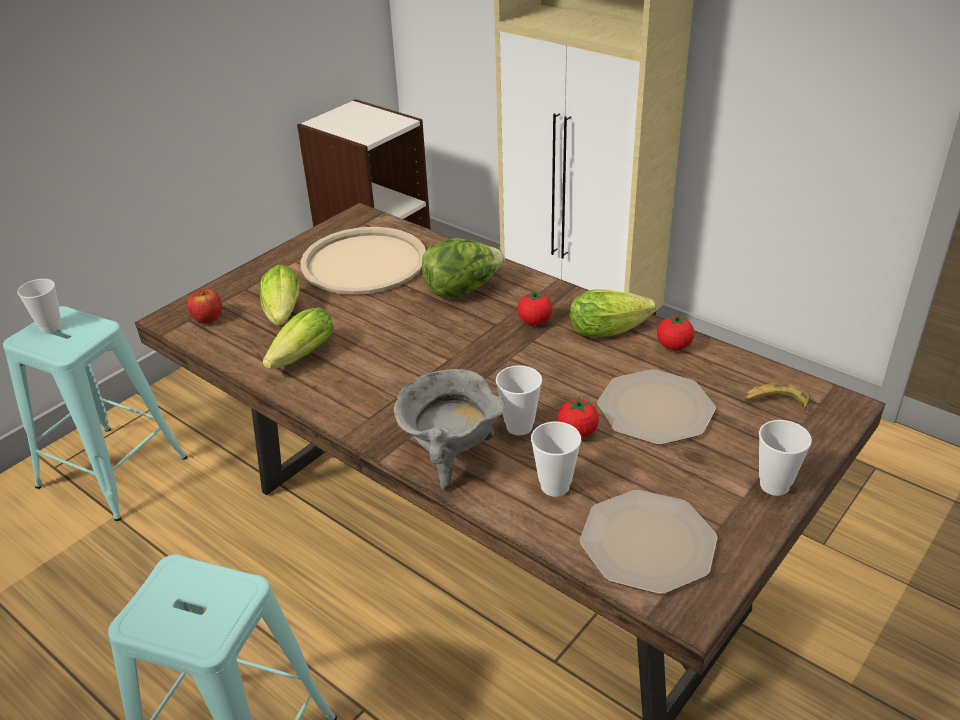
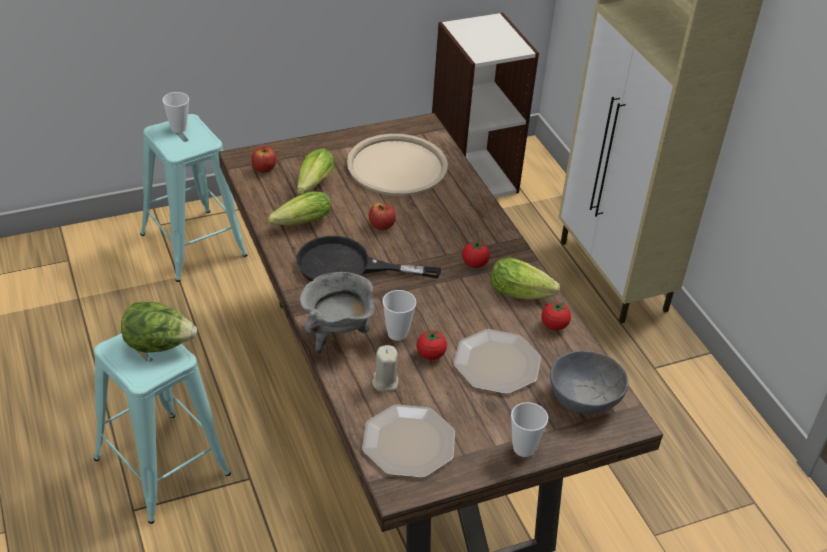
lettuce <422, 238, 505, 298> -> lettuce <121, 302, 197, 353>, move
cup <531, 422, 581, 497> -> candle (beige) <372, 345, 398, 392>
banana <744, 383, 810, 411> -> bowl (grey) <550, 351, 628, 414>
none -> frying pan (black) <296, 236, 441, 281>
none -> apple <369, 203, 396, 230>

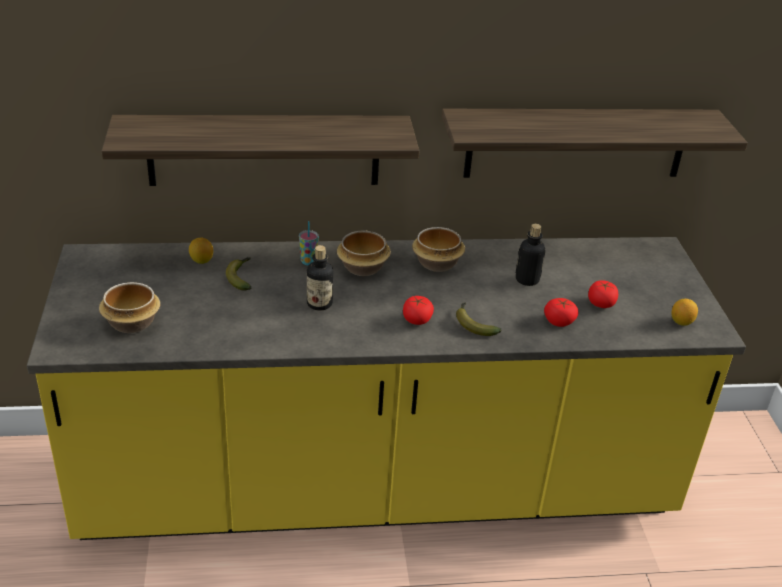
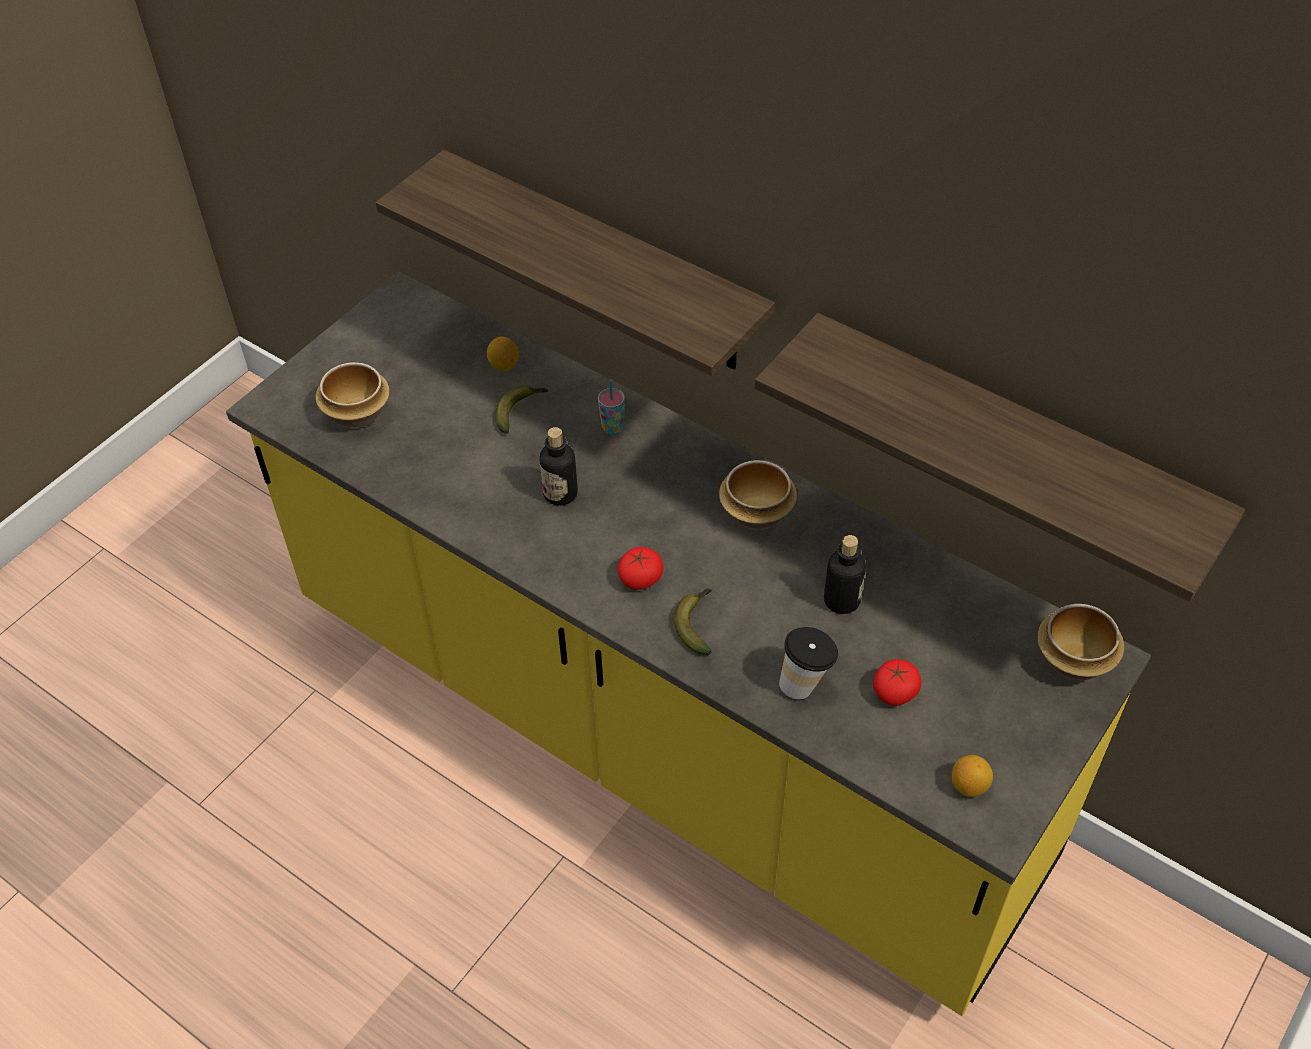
bowl <337, 231, 391, 276> -> bowl <1037, 604, 1124, 680>, move
tomato <544, 298, 578, 327> -> cup <779, 627, 838, 699>

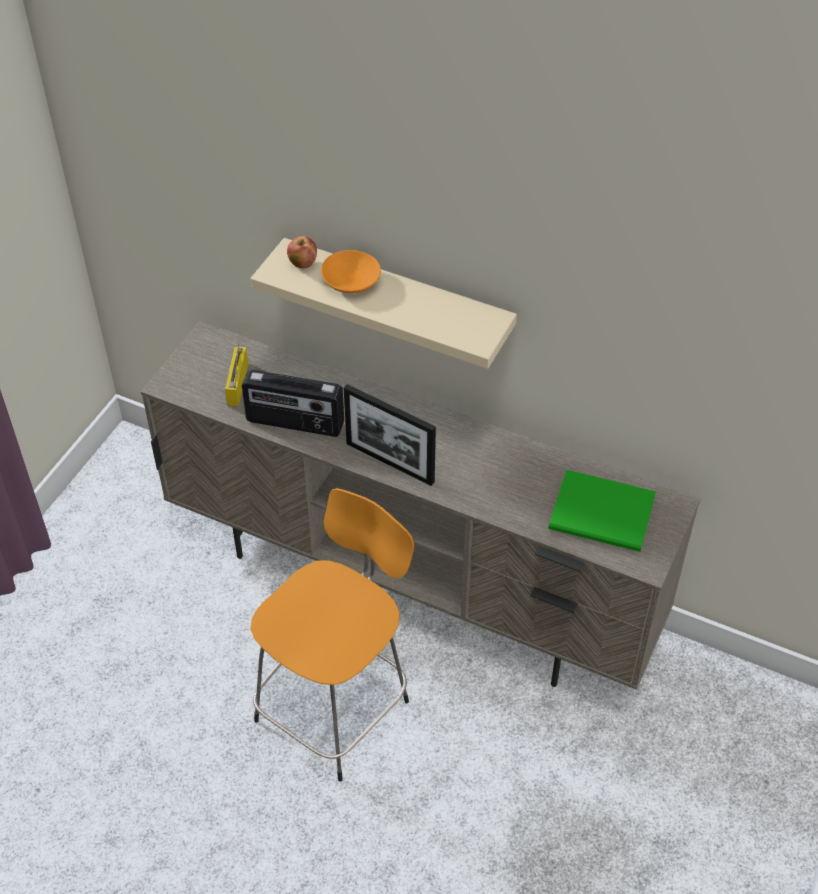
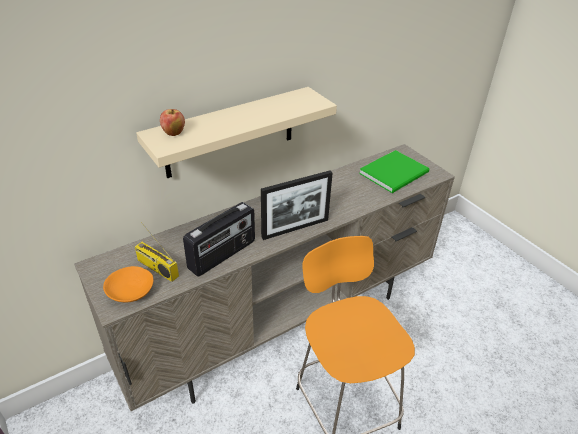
bowl (orange) <321, 250, 381, 293> -> bowl (orange) <103, 266, 153, 302>, move

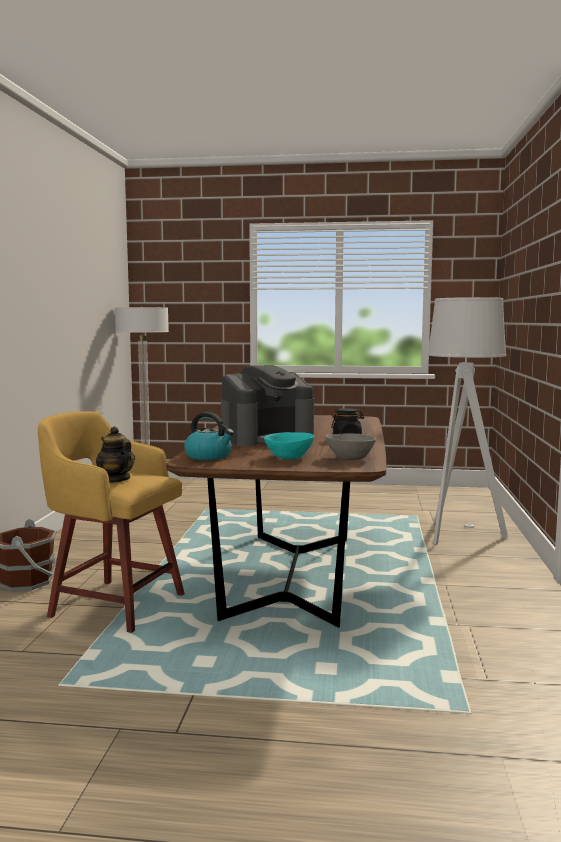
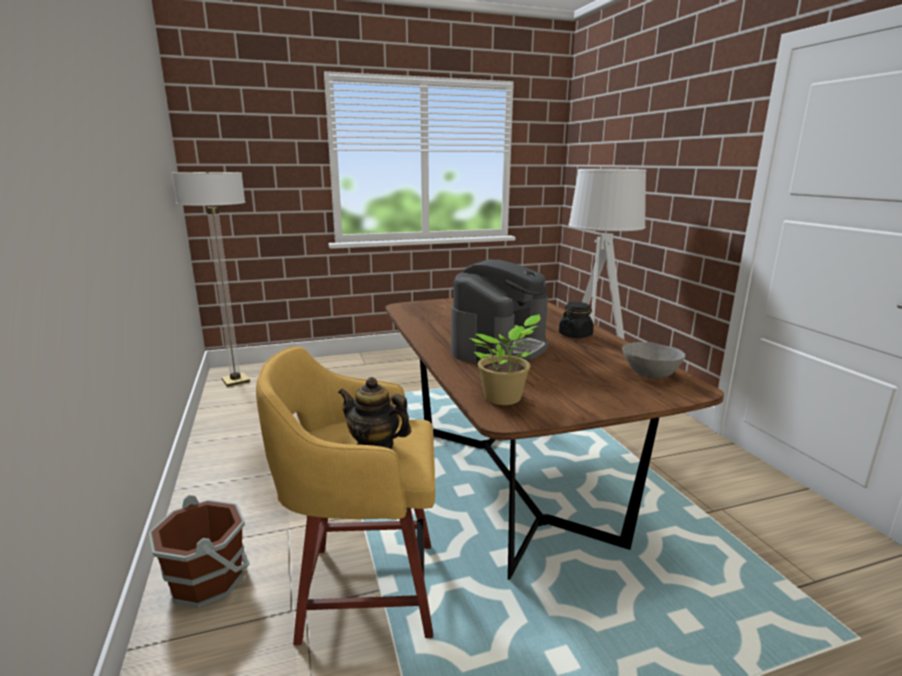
kettle <184, 412, 234, 460> -> potted plant <470, 314, 540, 405>
bowl (turquoise) <264, 432, 314, 459> -> none

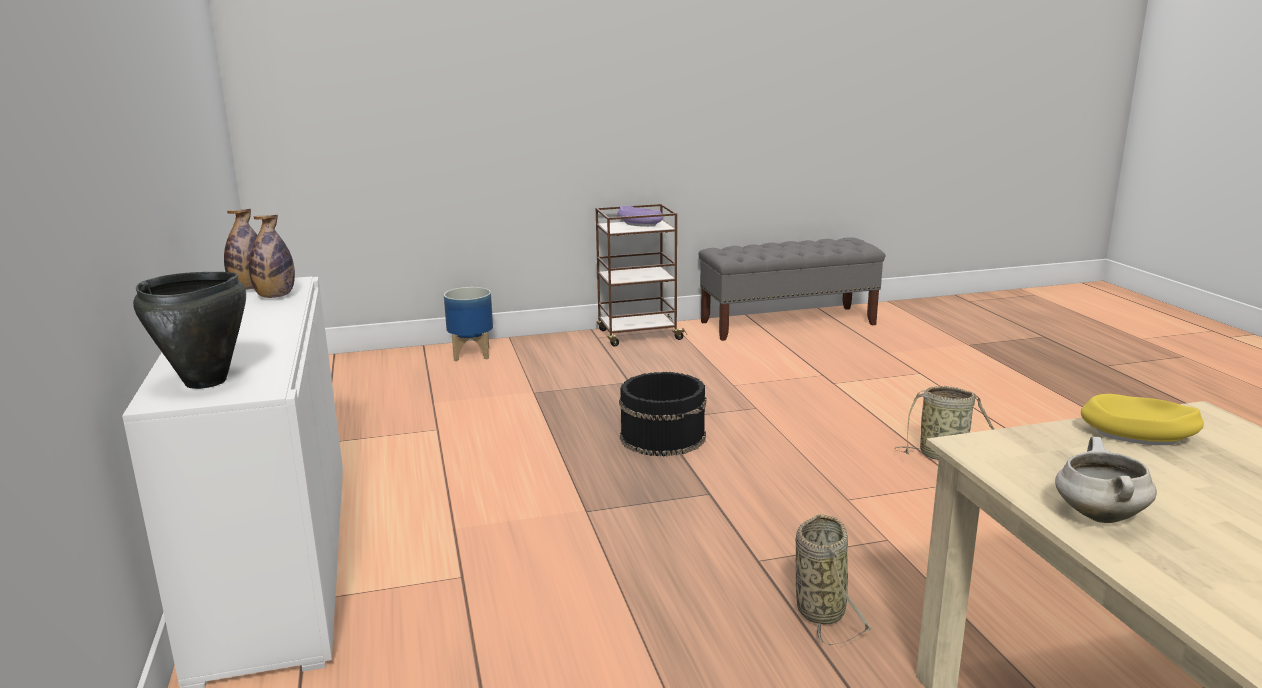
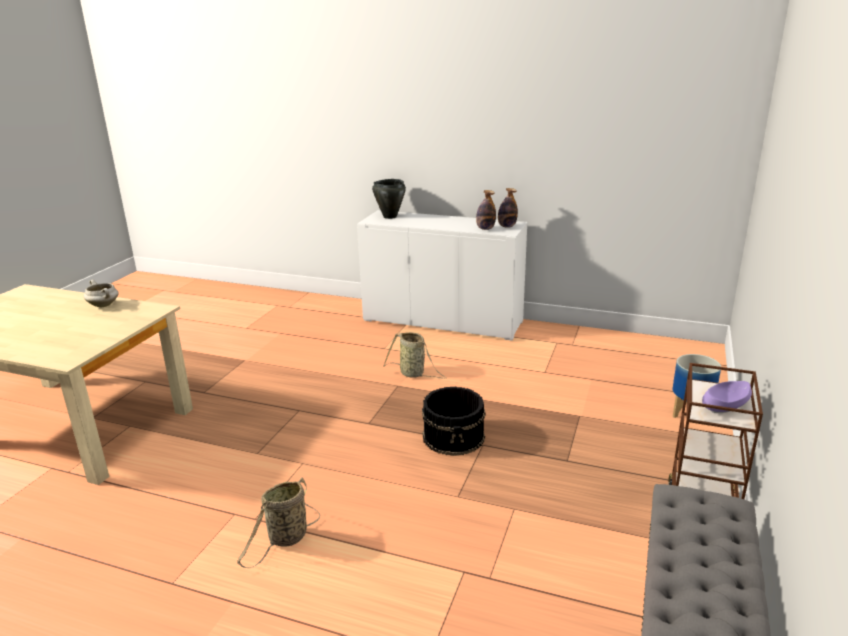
basket <795, 514, 873, 645> -> basket <383, 332, 447, 379>, move
bowl (yellow) <1081, 394, 1204, 445> -> none

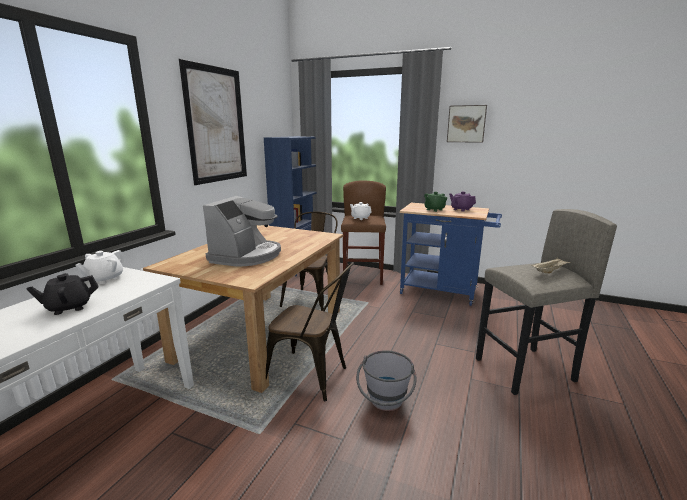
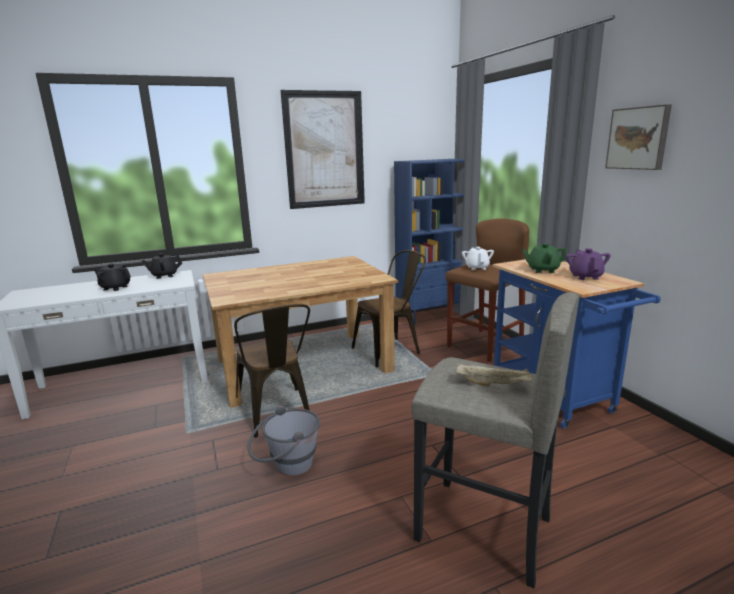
teapot (white) <75, 250, 125, 284> -> teapot (black) <142, 253, 182, 279>
coffee machine <203, 196, 281, 266> -> none

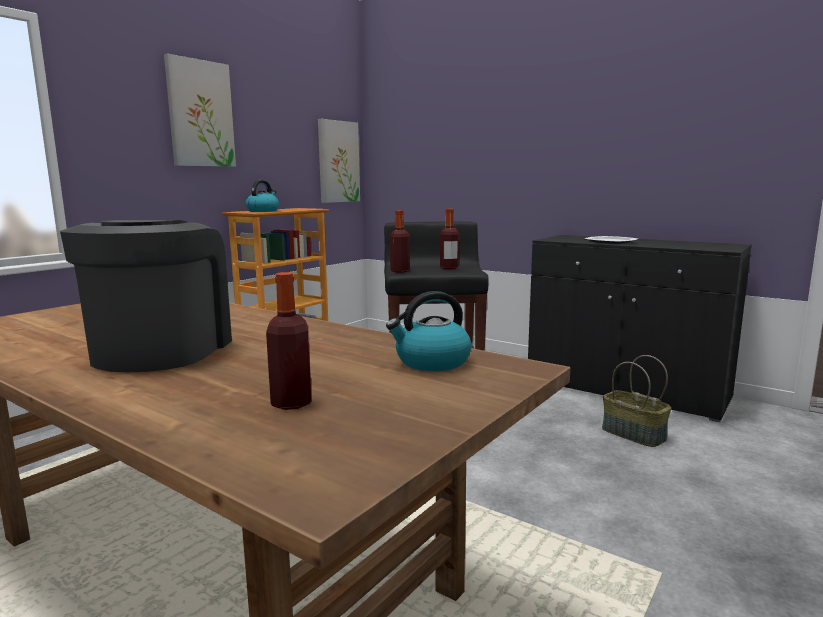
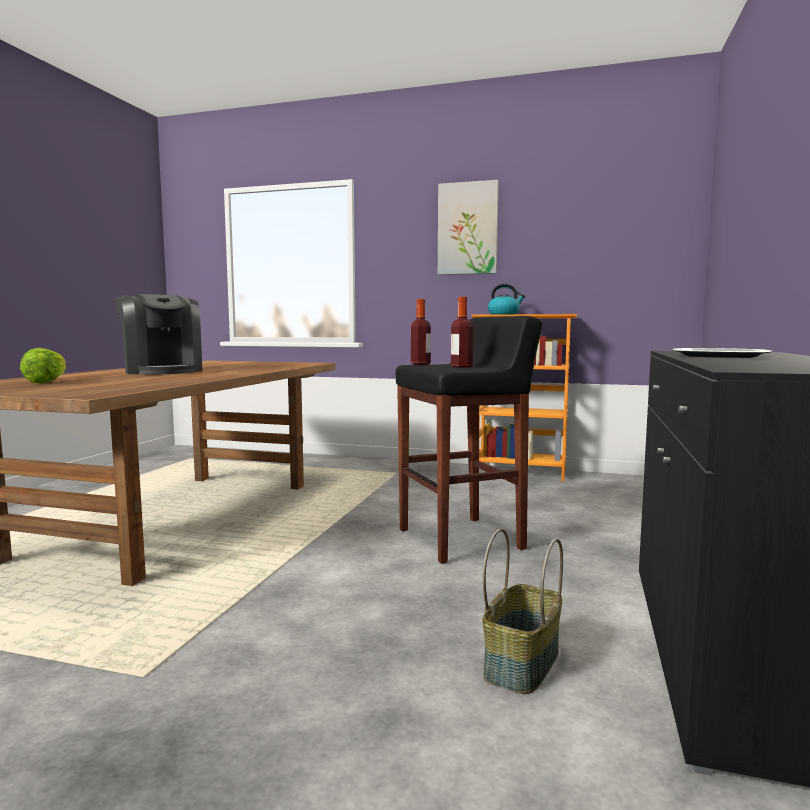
coffee machine <60, 220, 232, 373> -> coffee machine <115, 294, 202, 375>, 75 degrees clockwise
bottle <266, 272, 311, 410> -> lettuce <20, 348, 66, 383>
picture <318, 119, 360, 203> -> none
kettle <386, 291, 472, 371> -> none

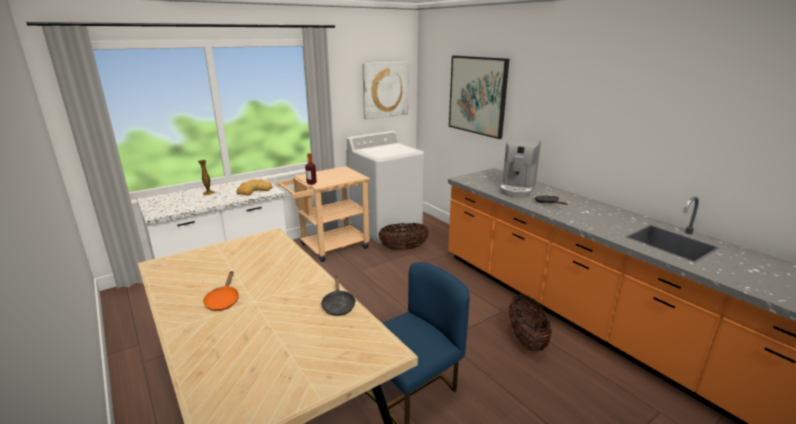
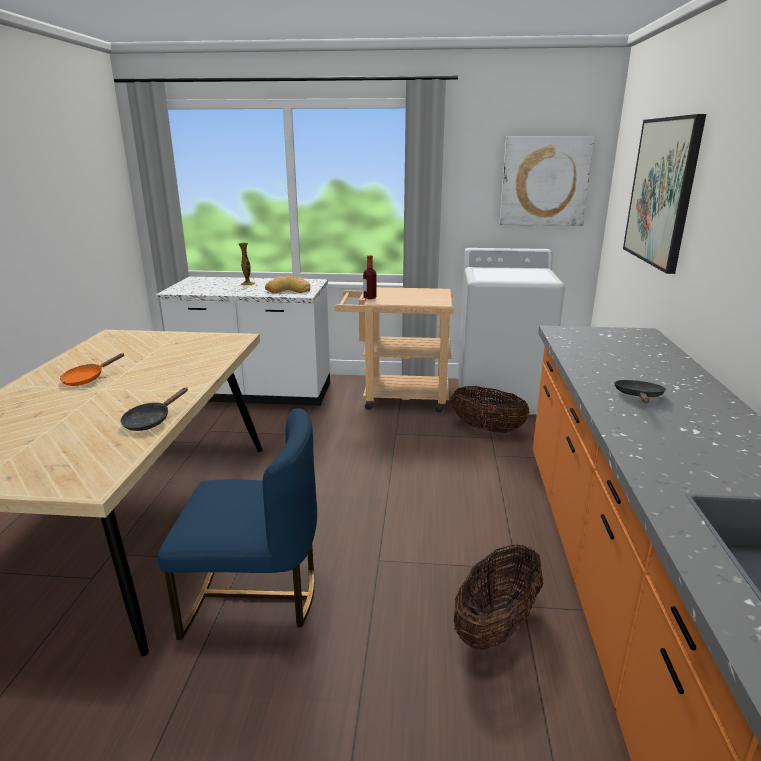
coffee machine <499, 137, 541, 198> -> none

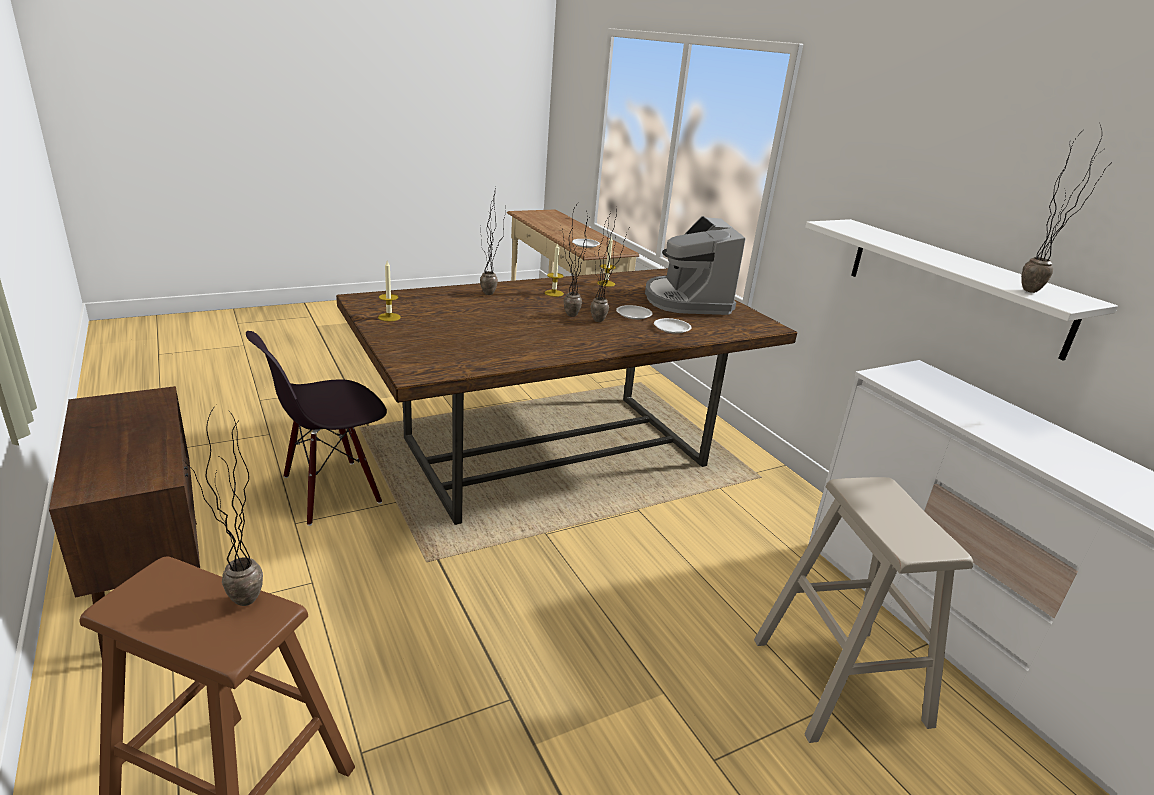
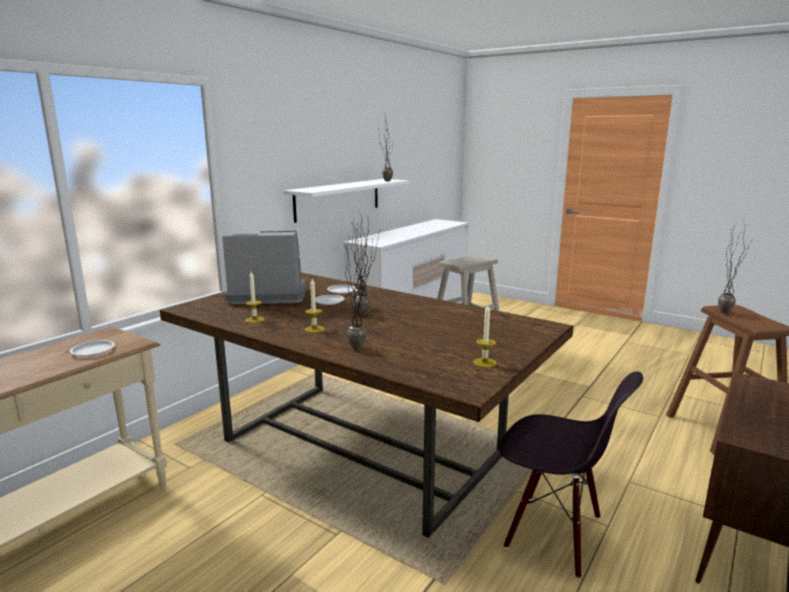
coffee machine <645, 216, 746, 315> -> coffee machine <222, 231, 307, 305>, 150 degrees counterclockwise

